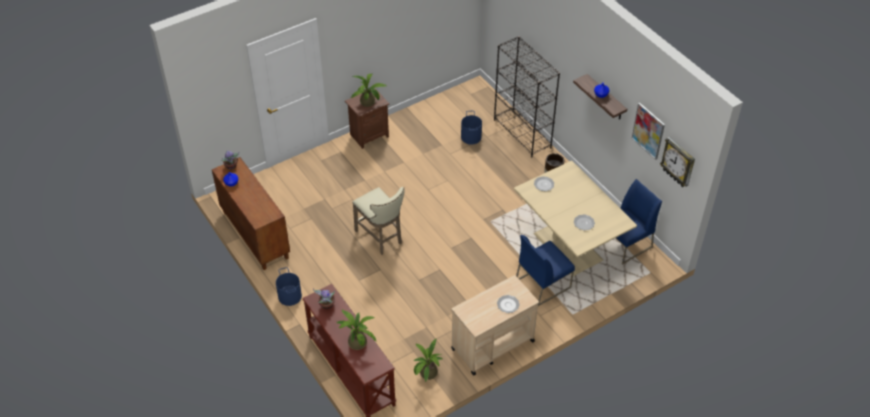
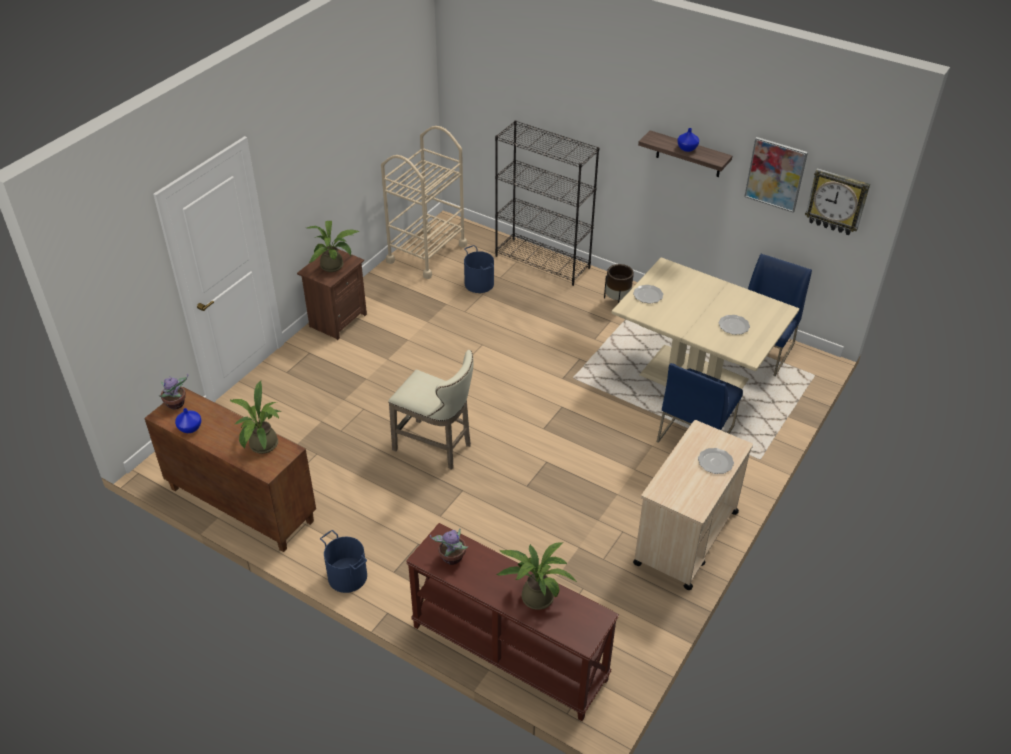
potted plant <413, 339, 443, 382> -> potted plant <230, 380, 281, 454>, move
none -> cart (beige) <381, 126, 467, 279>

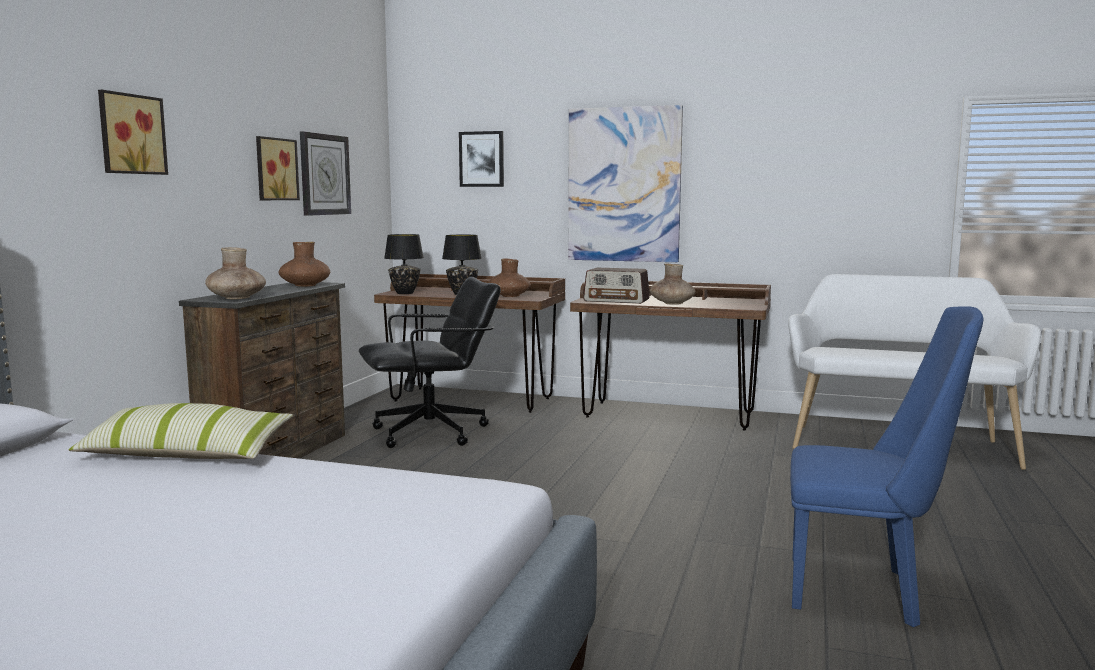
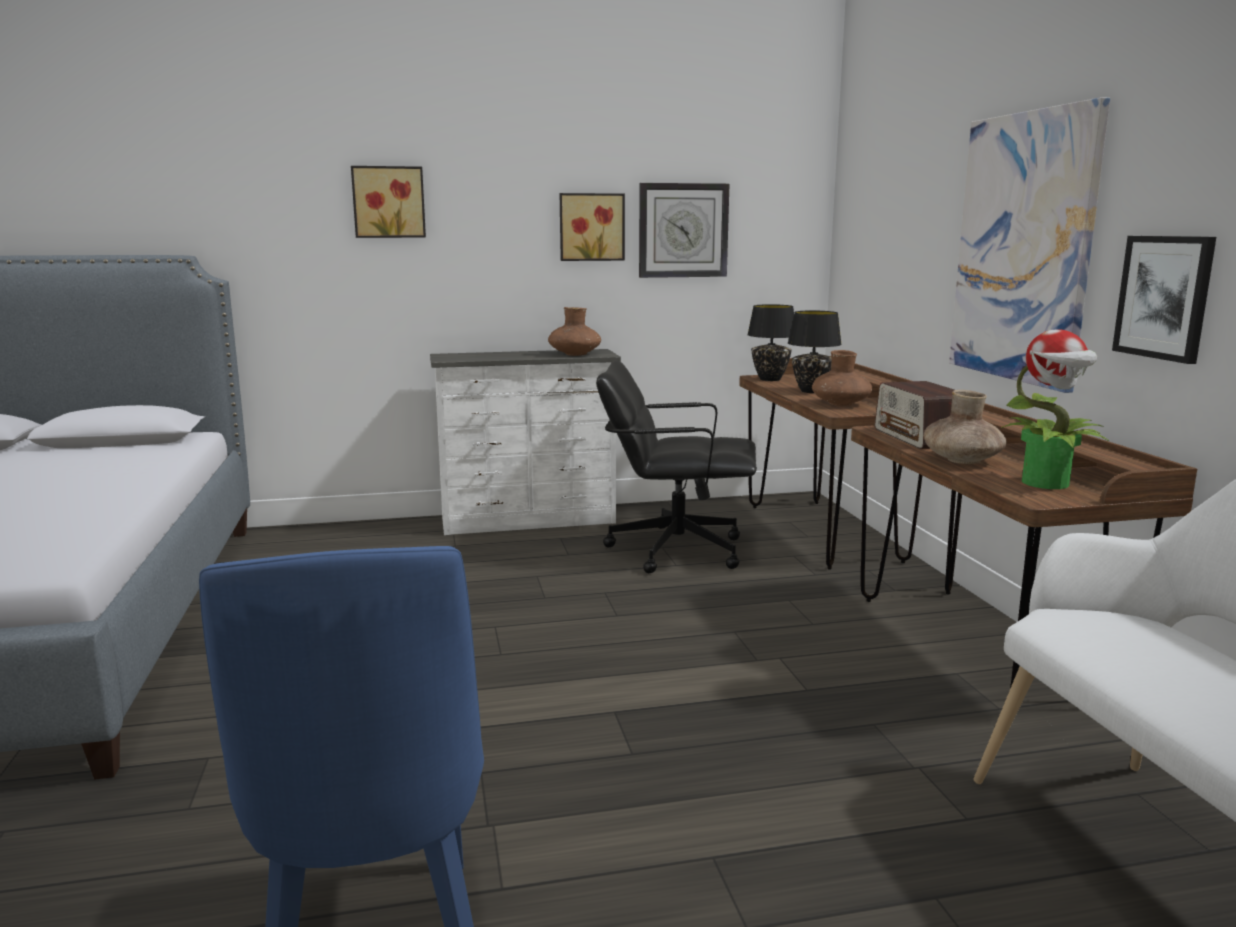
pillow <69, 403, 293, 459> -> none
dresser (brown) <179, 282, 345, 459> -> dresser (white) <430, 349, 621, 535>
vase (brown) <205, 247, 266, 299> -> none
office chair (black) <359, 277, 501, 448> -> office chair (black) <596, 360, 757, 573>, 150 degrees clockwise
picture <459, 131, 504, 187> -> picture <1112, 236, 1216, 364>, move
none -> potted plant <1001, 329, 1109, 489>

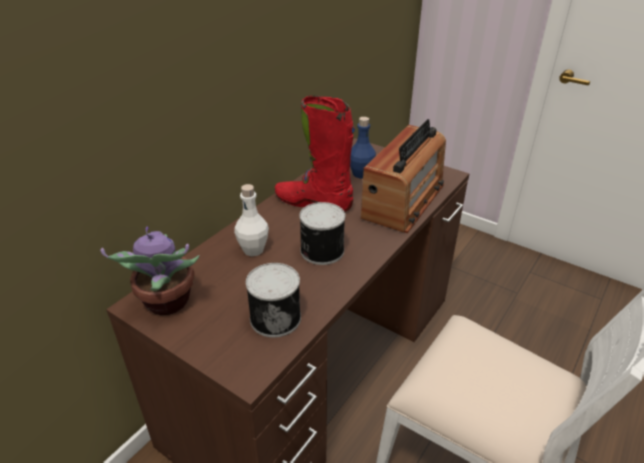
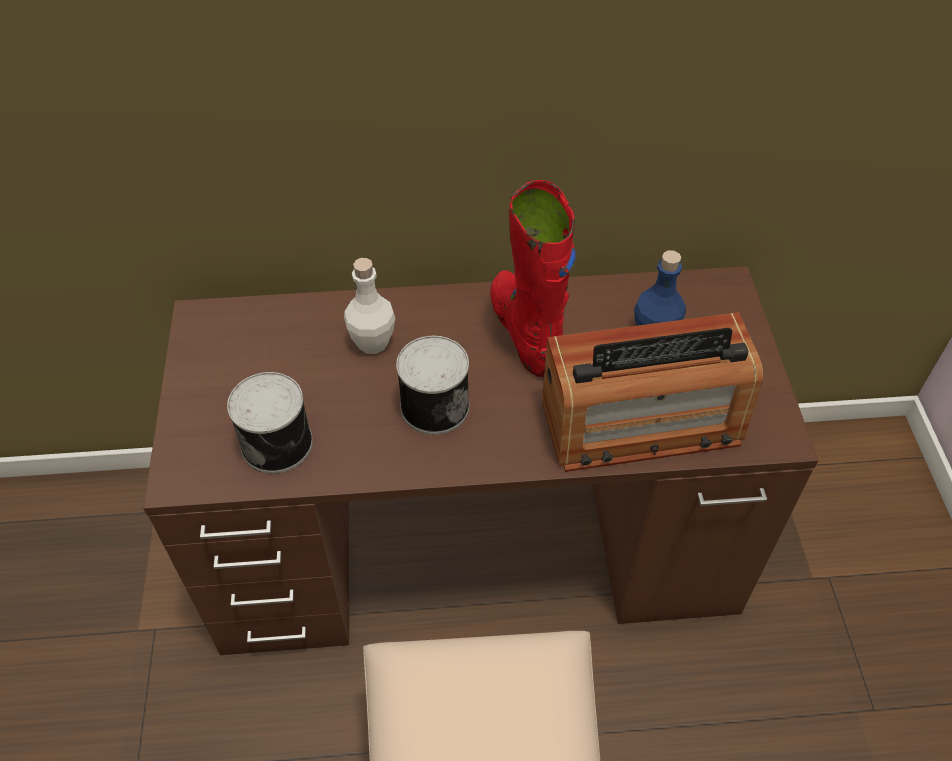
potted plant <100, 227, 200, 315> -> none

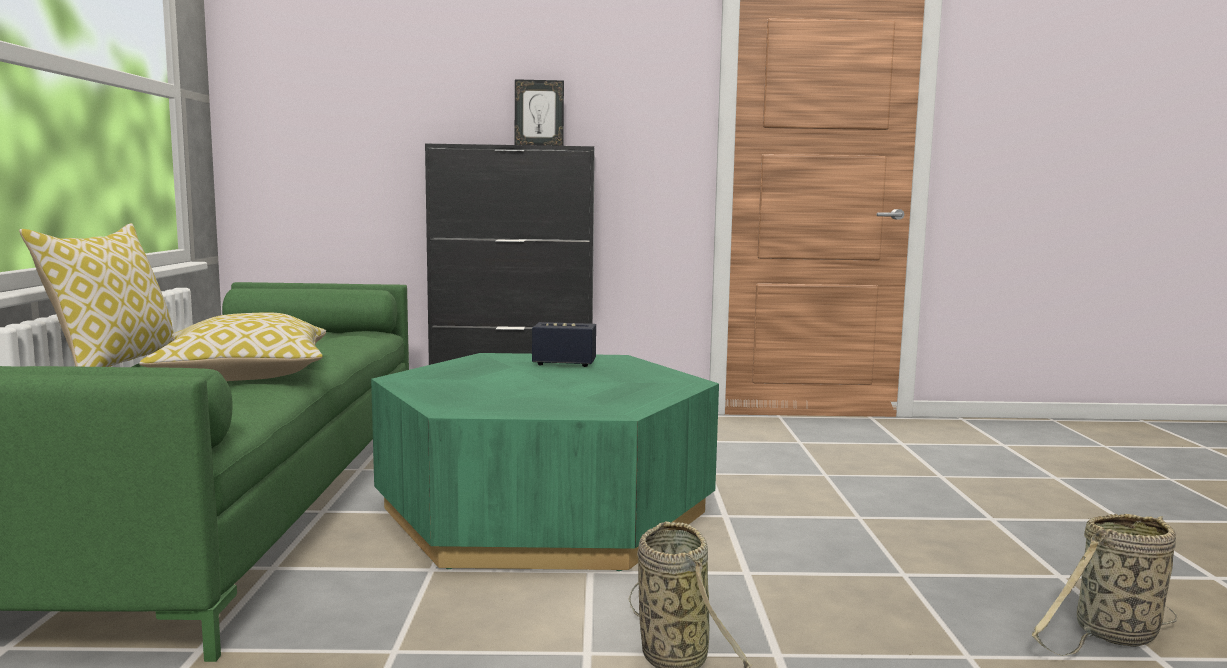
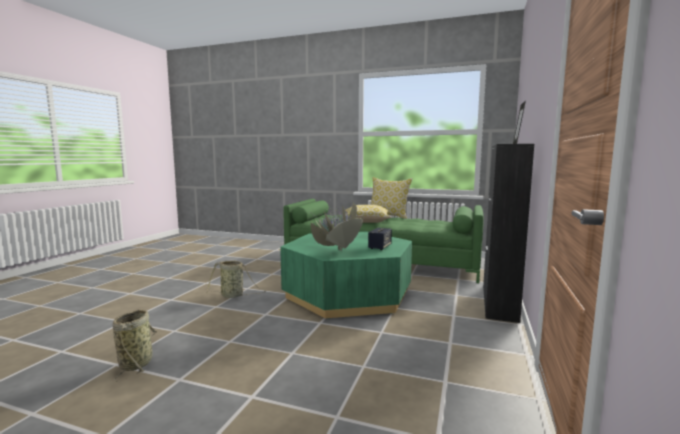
none -> potted plant <311, 199, 364, 251>

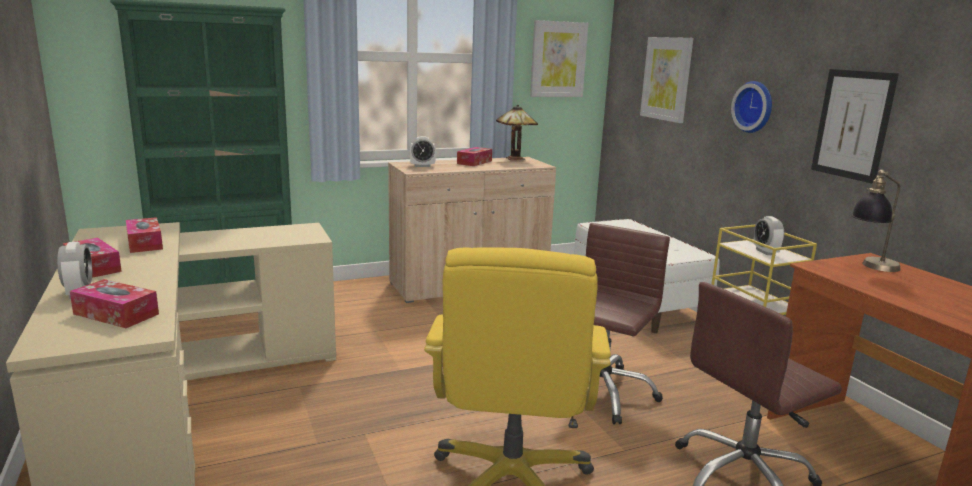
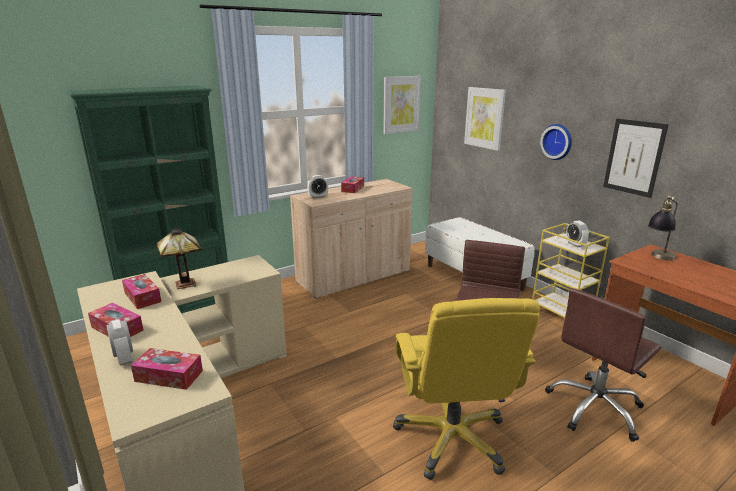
table lamp <496, 105, 538, 161> -> table lamp <156, 228, 201, 289>, move

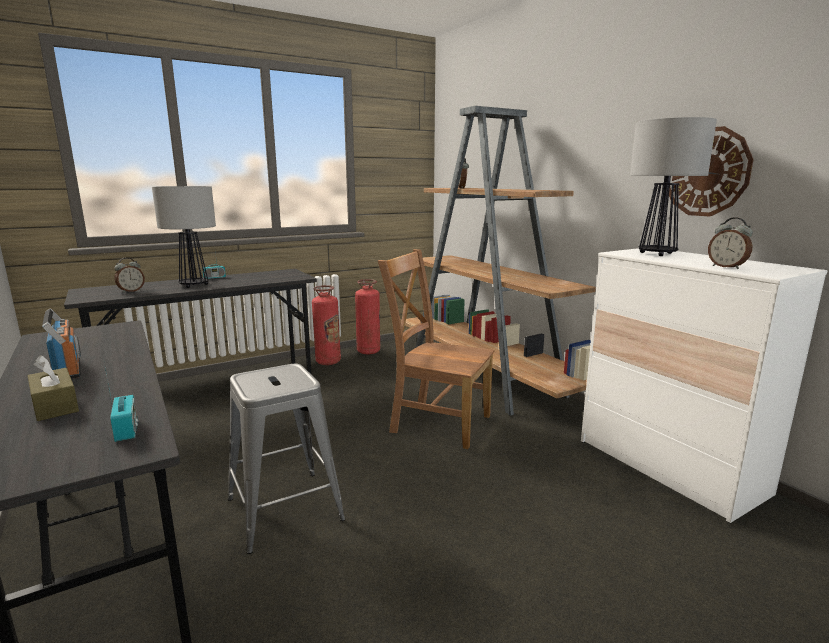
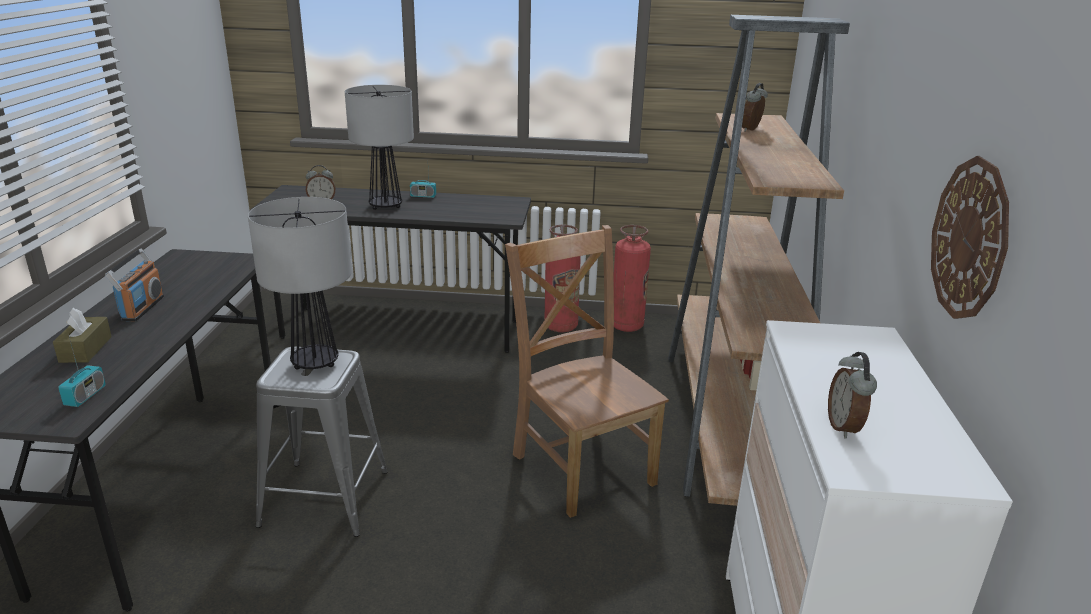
table lamp <630, 117, 717, 256> -> table lamp <248, 197, 352, 370>, move

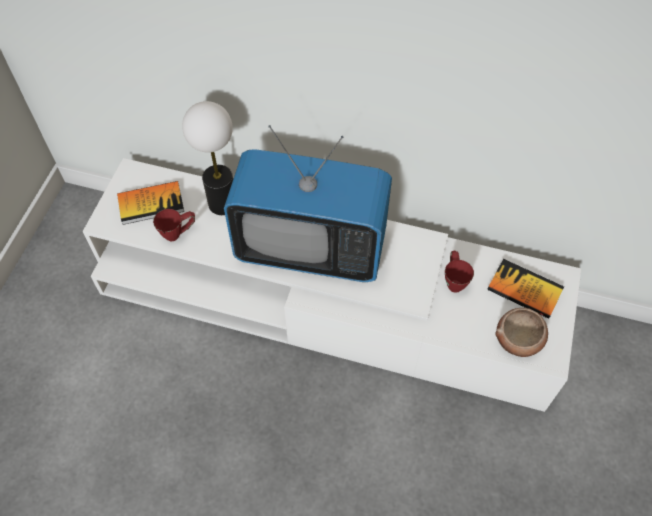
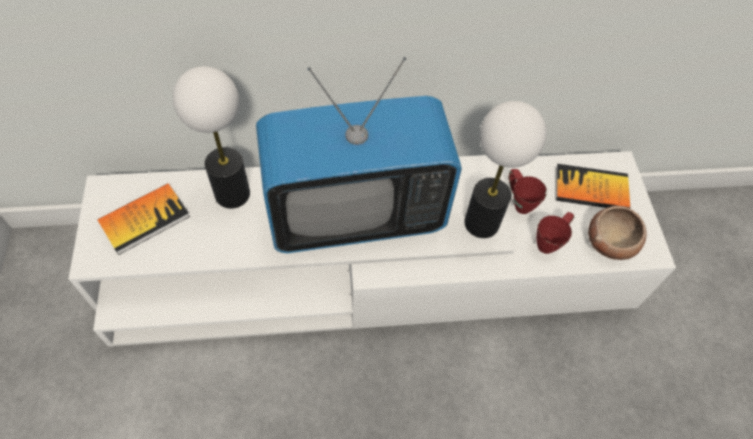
mug (red) <153, 209, 195, 241> -> mug (red) <536, 212, 574, 254>, move
none -> table lamp <464, 101, 546, 238>

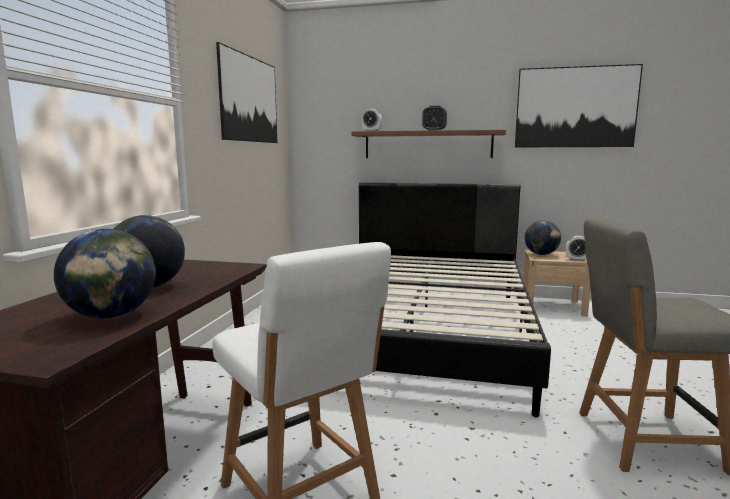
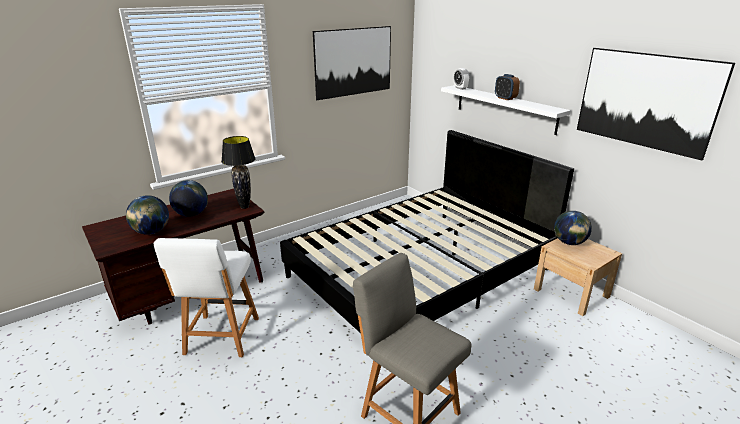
shelf (brown) <352, 130, 506, 158> -> shelf (white) <441, 85, 571, 135>
alarm clock <566, 236, 586, 261> -> none
none -> table lamp (black) <221, 136, 256, 209>

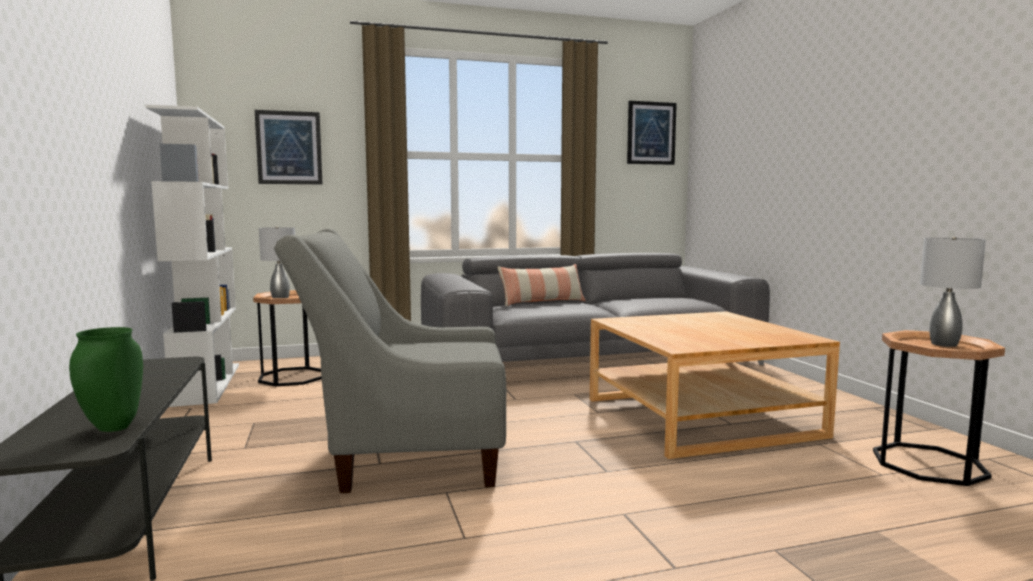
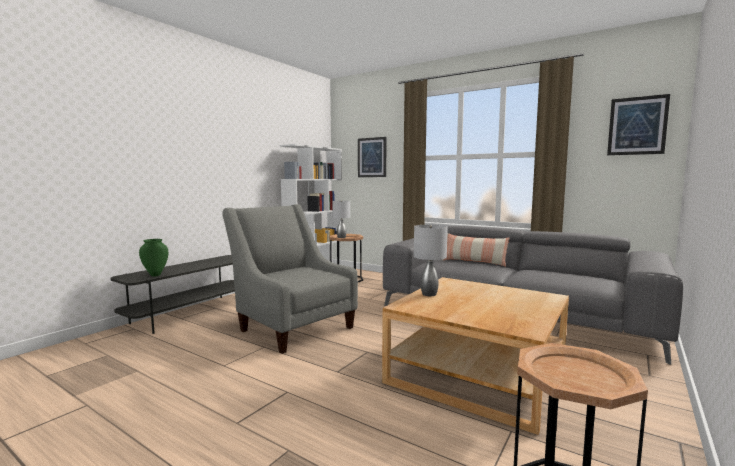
table lamp (grey) <920, 237, 986, 347> -> table lamp (grey) <414, 225, 448, 296>, move

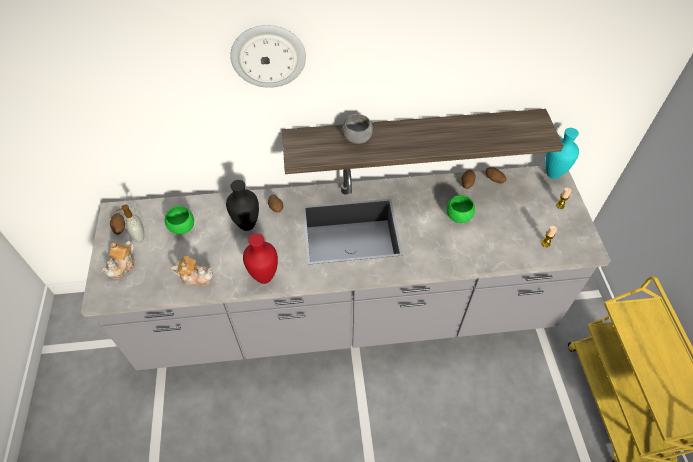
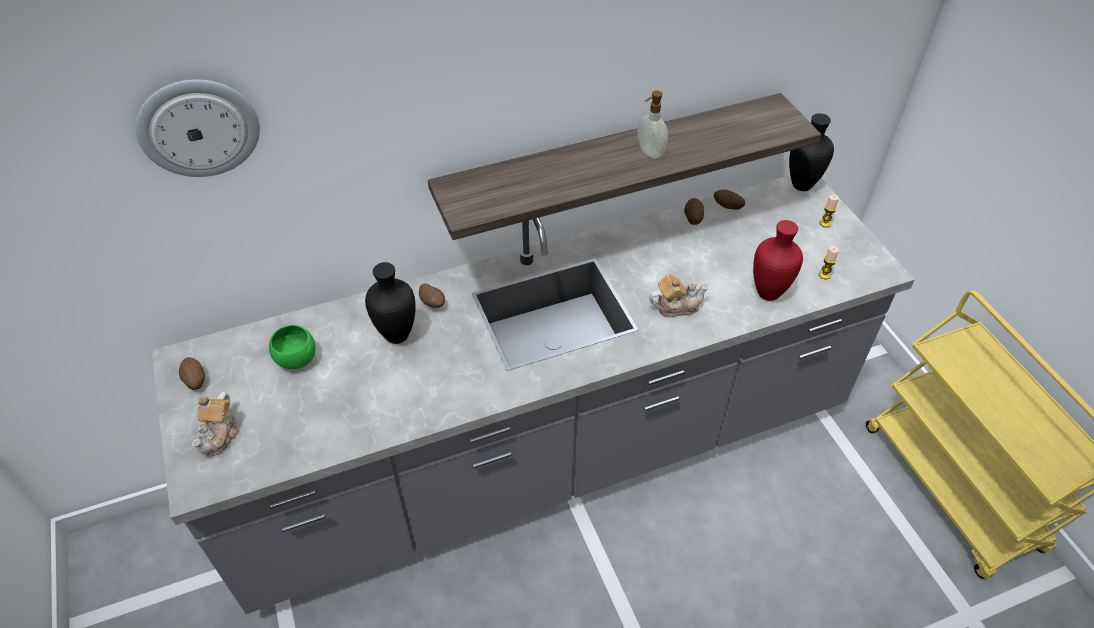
soap dispenser <116, 204, 144, 242> -> soap dispenser <638, 91, 668, 159>, move
teapot <171, 256, 213, 286> -> teapot <649, 274, 709, 317>, move
wall clock <230, 25, 306, 88> -> wall clock <135, 79, 260, 177>, move
vase (red) <243, 233, 278, 284> -> vase (red) <753, 220, 803, 301>, move
bowl (grey) <342, 114, 373, 144> -> none
bowl (green) <447, 195, 475, 223> -> none
vase (turquoise) <545, 128, 579, 179> -> vase (black) <789, 113, 834, 191>

